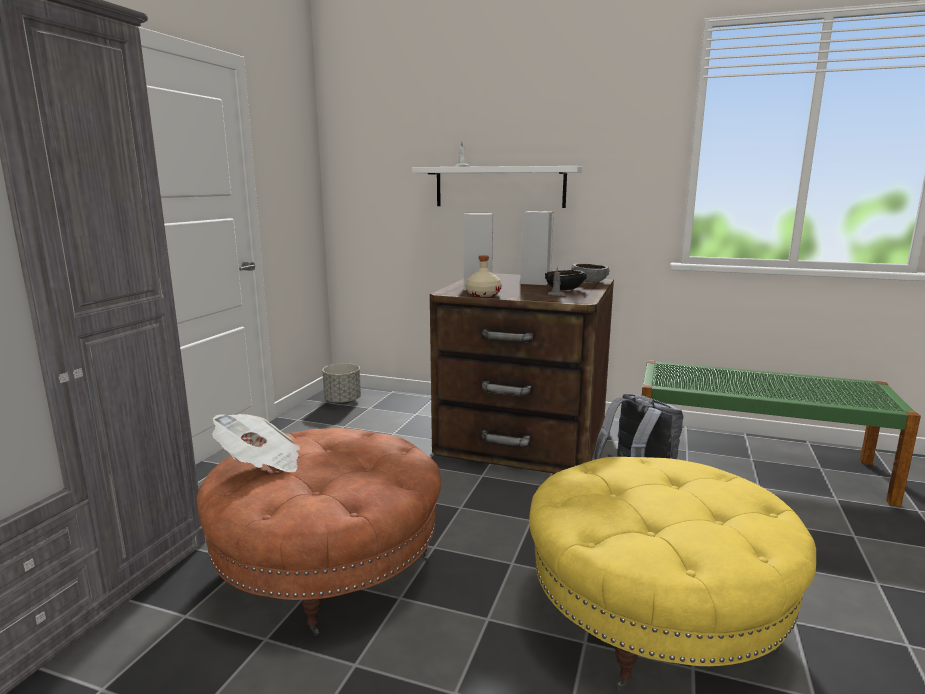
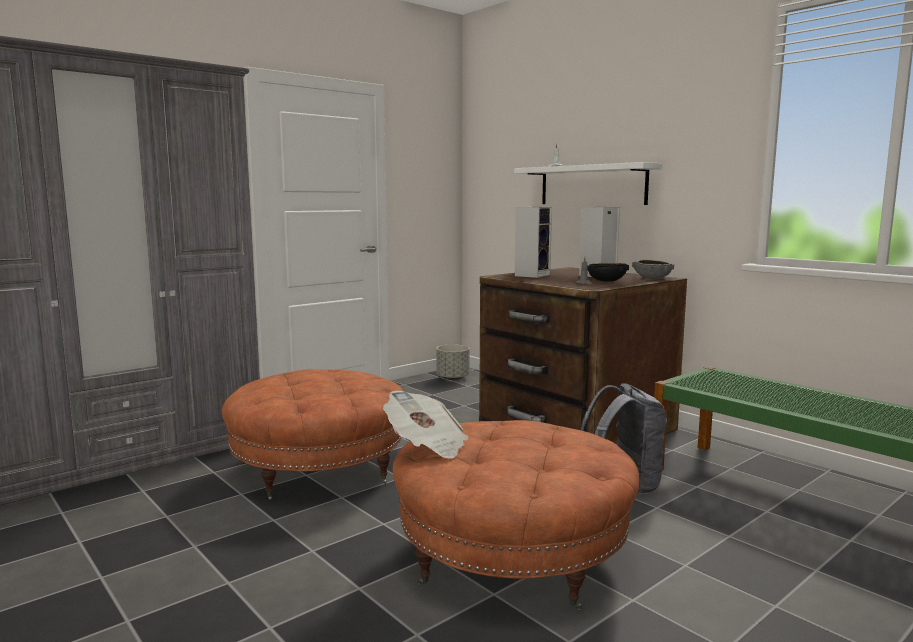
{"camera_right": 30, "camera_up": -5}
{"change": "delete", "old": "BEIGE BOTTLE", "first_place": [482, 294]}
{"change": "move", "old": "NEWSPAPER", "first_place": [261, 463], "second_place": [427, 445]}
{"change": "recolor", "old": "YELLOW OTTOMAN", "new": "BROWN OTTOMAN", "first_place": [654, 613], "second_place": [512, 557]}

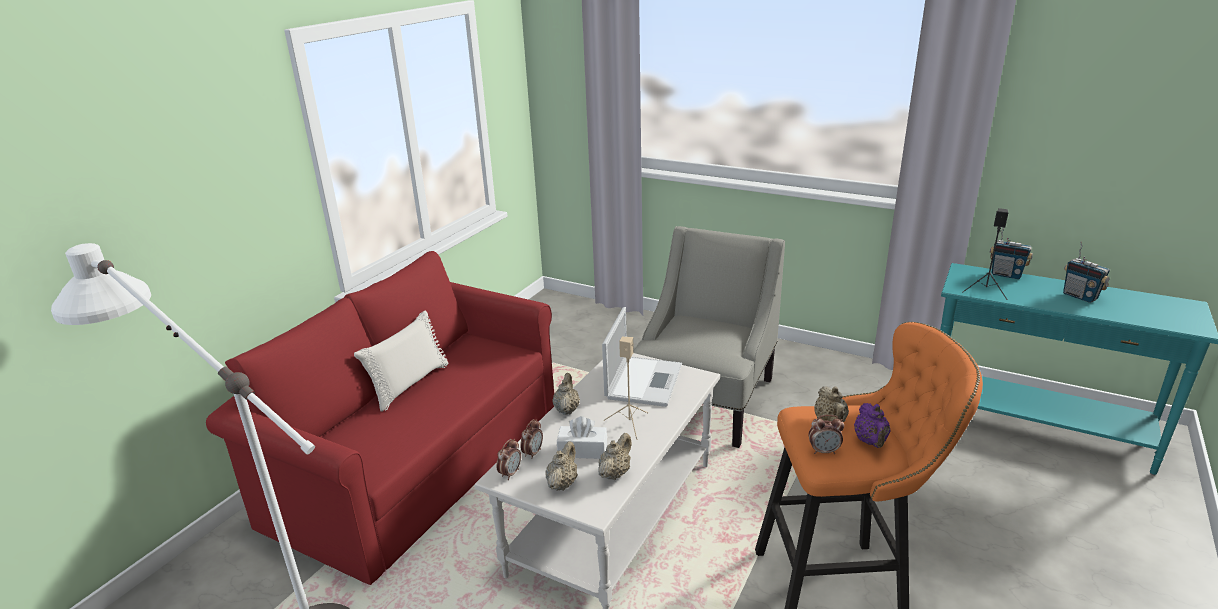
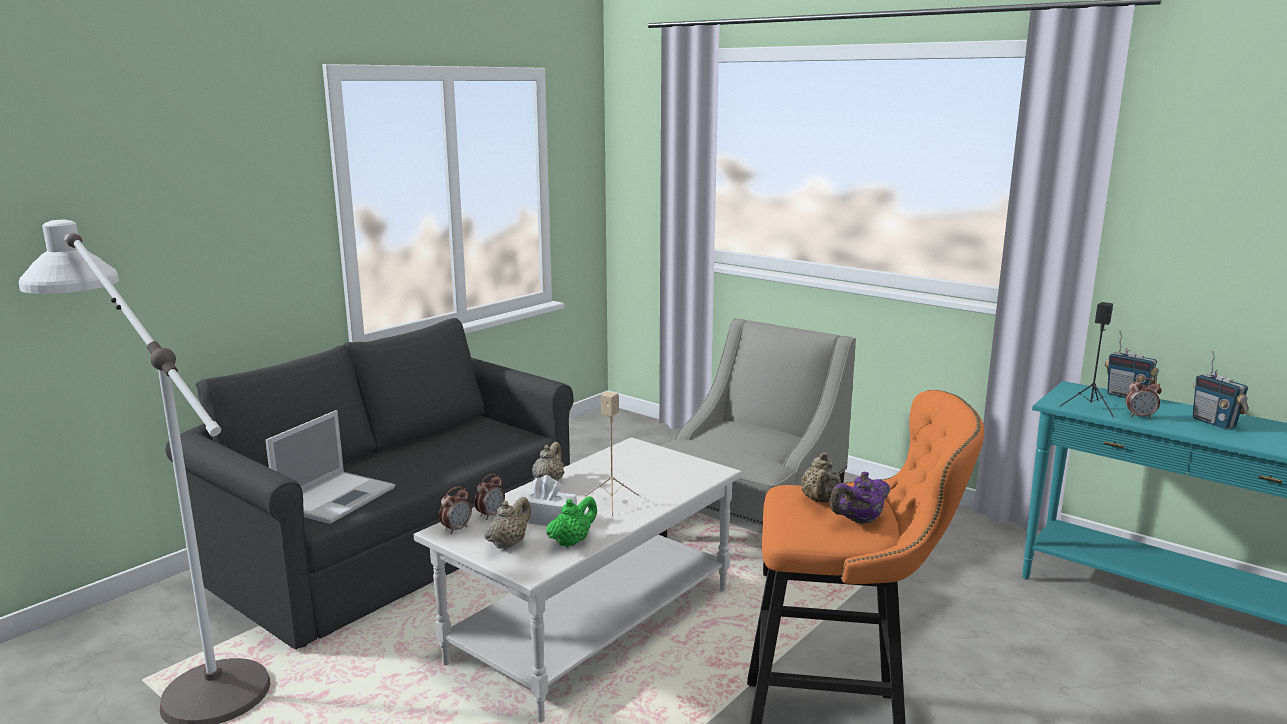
{"camera_right": 10, "camera_up": -10}
{"change": "recolor", "old": "RED SOFA", "new": "GREY SOFA", "first_place": [419, 464], "second_place": [398, 549]}
{"change": "move", "old": "LAPTOP", "first_place": [644, 380], "second_place": [337, 497]}
{"change": "delete", "old": "WHITE PILLOW", "first_place": [409, 384]}
{"change": "rotate", "old": "PURPLE TEAPOT", "first_place": [870, 442], "second_place": [859, 521], "degrees": 45}
{"change": "move", "old": "ALARM CLOCK", "first_place": [824, 451], "second_place": [1140, 416]}
{"change": "recolor", "old": "BEIGE TEAPOT", "new": "GREEN TEAPOT", "first_place": [615, 473], "second_place": [572, 542]}

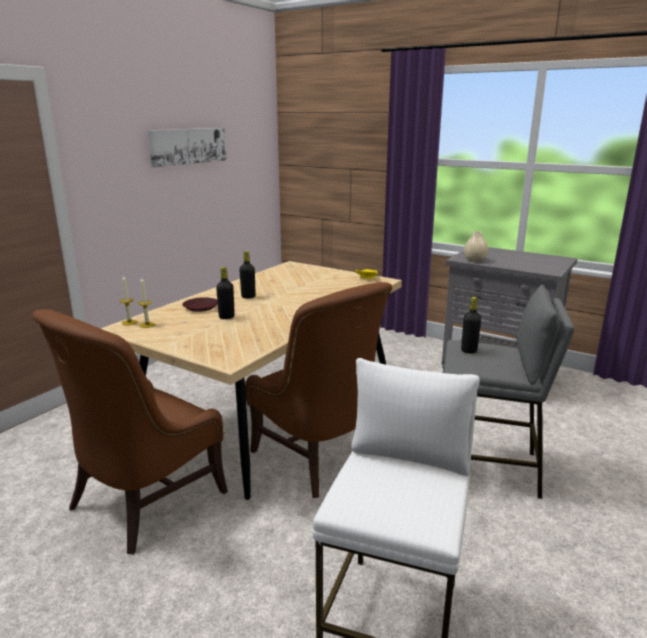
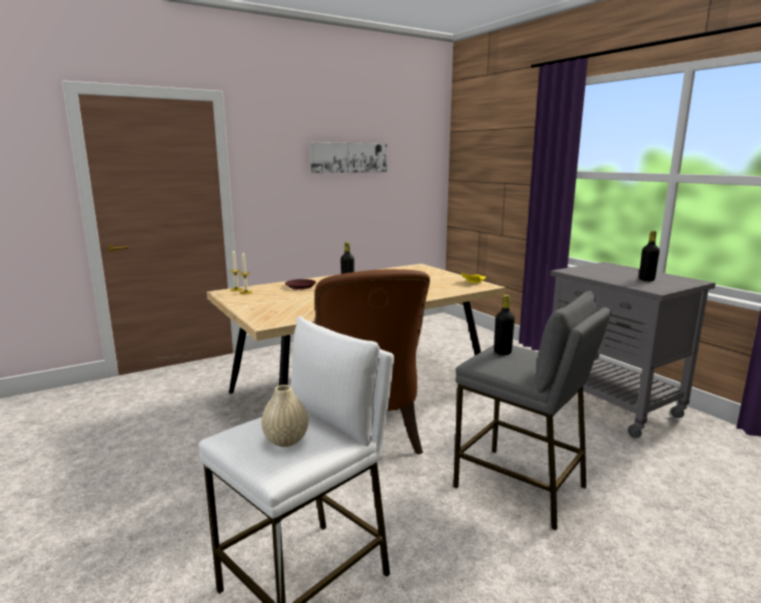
{"camera_right": 25, "camera_up": -5}
{"change": "move", "old": "BEIGE VASE", "first_place": [474, 260], "second_place": [286, 440]}
{"change": "move", "old": "BLACK BOTTLE", "first_place": [226, 317], "second_place": [646, 280]}
{"change": "delete", "old": "BROWN CHAIR", "first_place": [146, 500]}

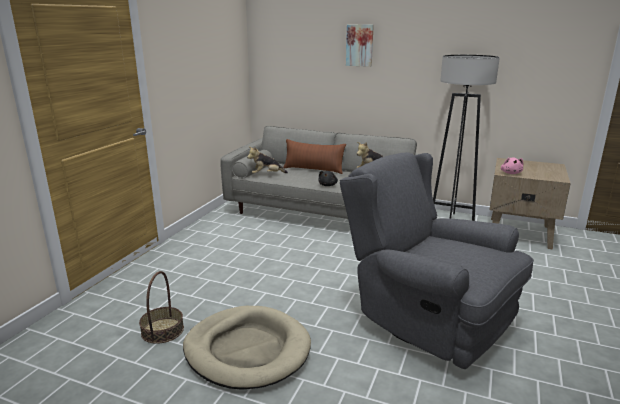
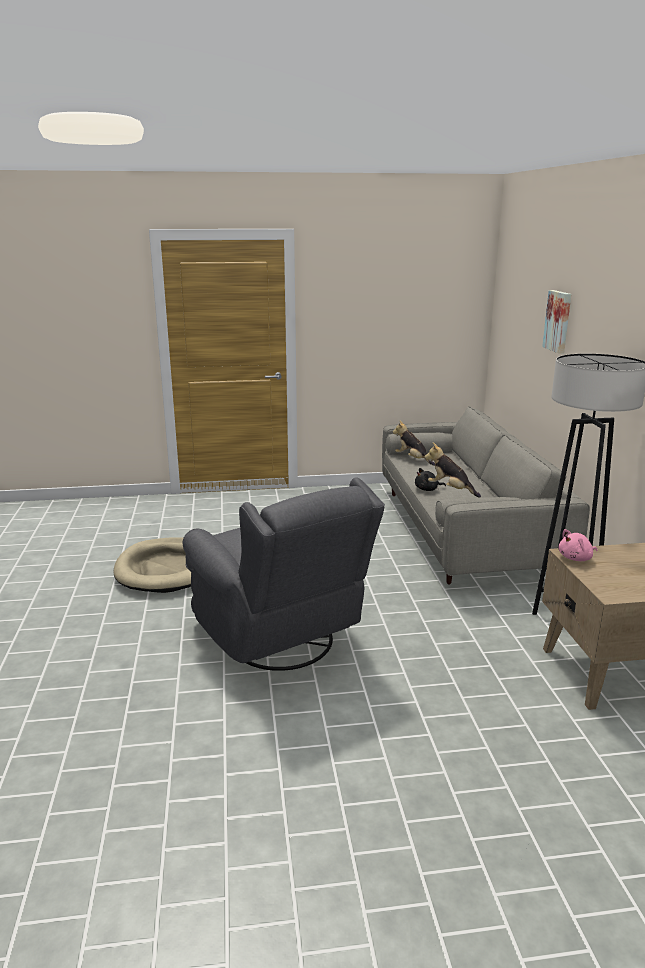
{"camera_right": 60, "camera_up": 0}
{"change": "delete", "old": "BROWN PILLOW", "first_place": [313, 169]}
{"change": "rotate", "old": "GREY ARMCHAIR", "first_place": [427, 321], "second_place": [280, 638], "degrees": 135}
{"change": "delete", "old": "BASKET", "first_place": [162, 330]}

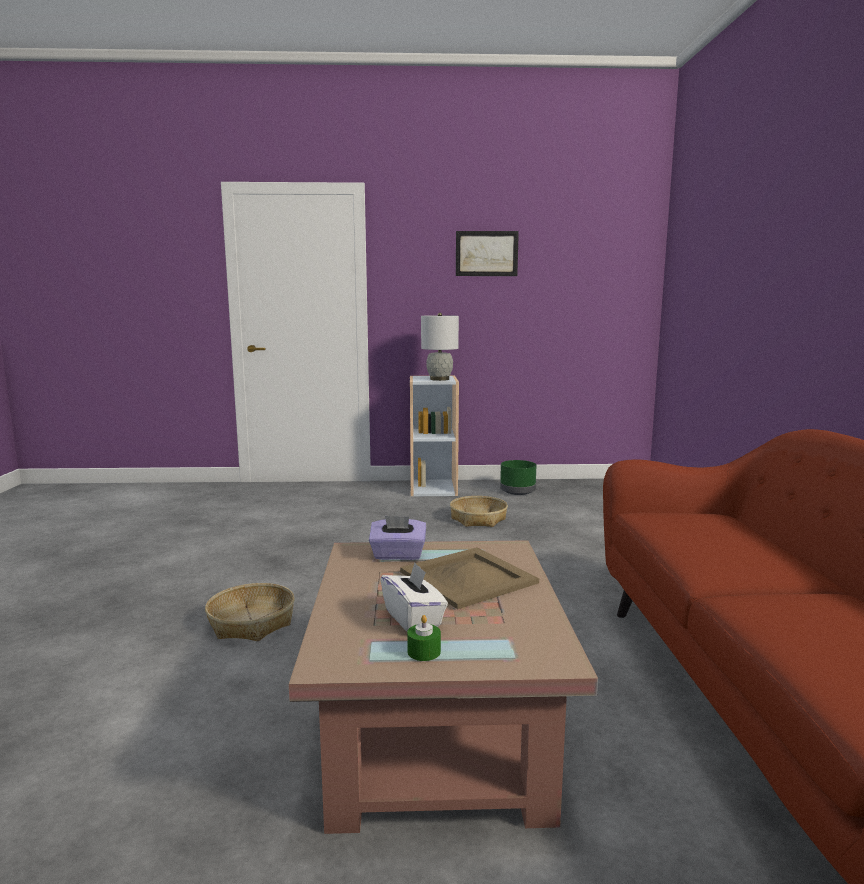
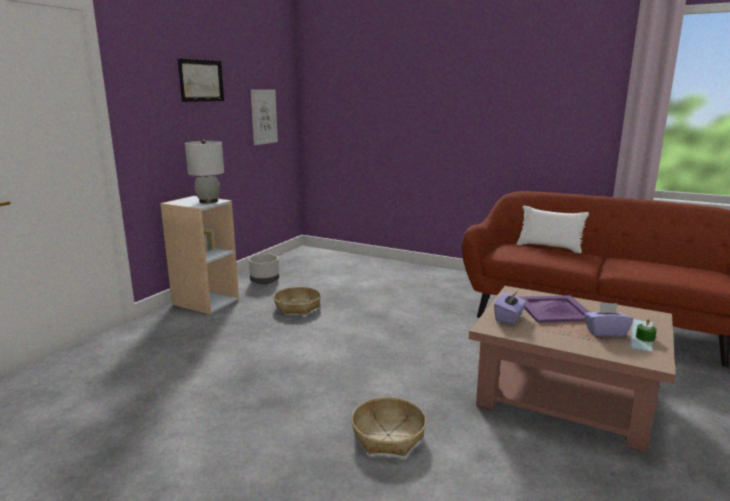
{"camera_right": -60, "camera_up": 5}
{"change": "recolor", "old": "GREEN PLANTER", "new": "GREY PLANTER", "first_place": [517, 492], "second_place": [264, 281]}
{"change": "recolor", "old": "BEIGE TRAY", "new": "PURPLE TRAY", "first_place": [468, 576], "second_place": [553, 309]}
{"change": "recolor", "old": "WHITE TISSUE BOX", "new": "PURPLE TISSUE BOX", "first_place": [413, 618], "second_place": [605, 332]}
{"change": "insert", "new": "PICTURE", "second_place": [264, 116]}
{"change": "insert", "new": "WHITE PILLOW", "second_place": [549, 247]}

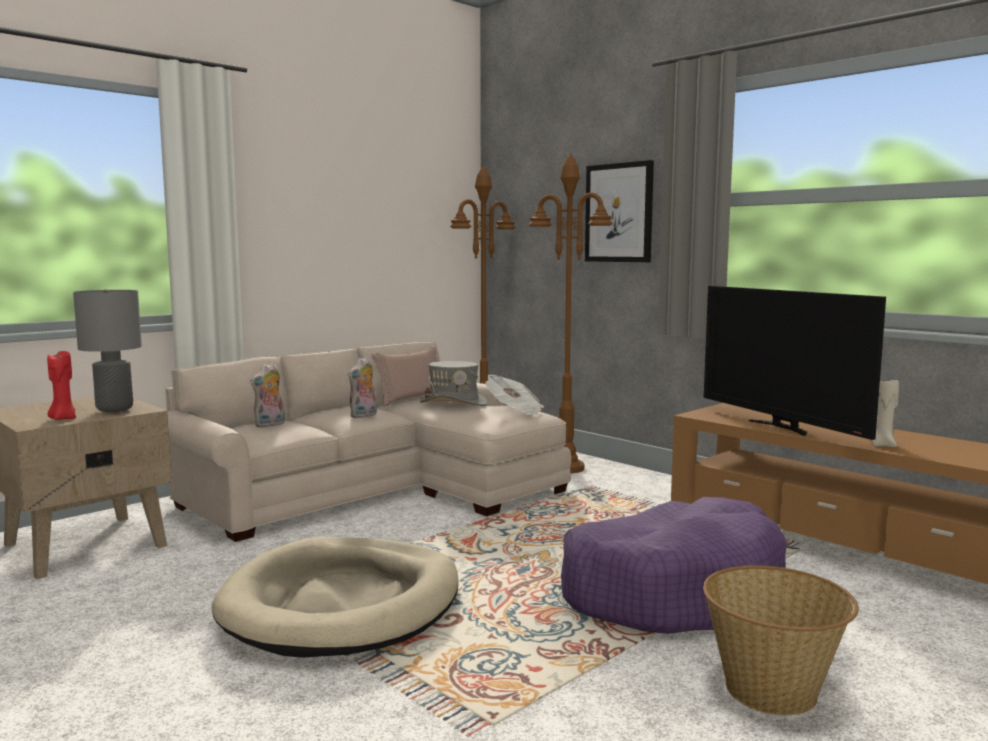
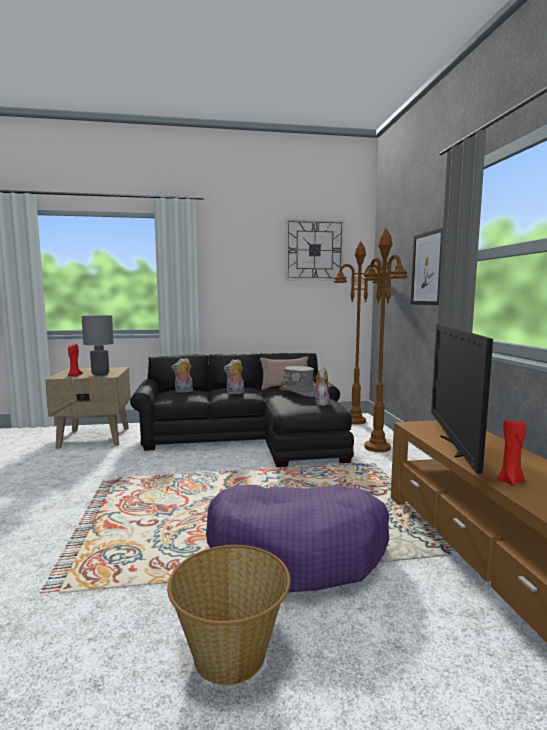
{"camera_right": 35, "camera_up": 0}
{"change": "recolor", "old": "BEIGE SOFA", "new": "BLACK SOFA", "first_place": [378, 489], "second_place": [250, 437]}
{"change": "replace", "old": "NEWSPAPER", "new": "PLUSH TOY", "first_place": [515, 411], "second_place": [320, 403]}
{"change": "recolor", "old": "BEIGE CANDLE", "new": "RED CANDLE", "first_place": [883, 445], "second_place": [510, 482]}
{"change": "delete", "old": "BEIGE DOG BED", "first_place": [343, 603]}
{"change": "insert", "new": "WALL CLOCK", "second_place": [314, 250]}

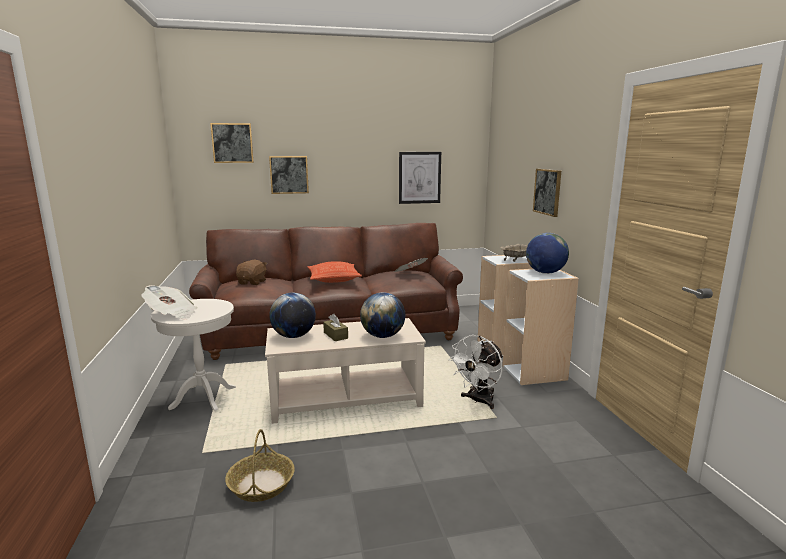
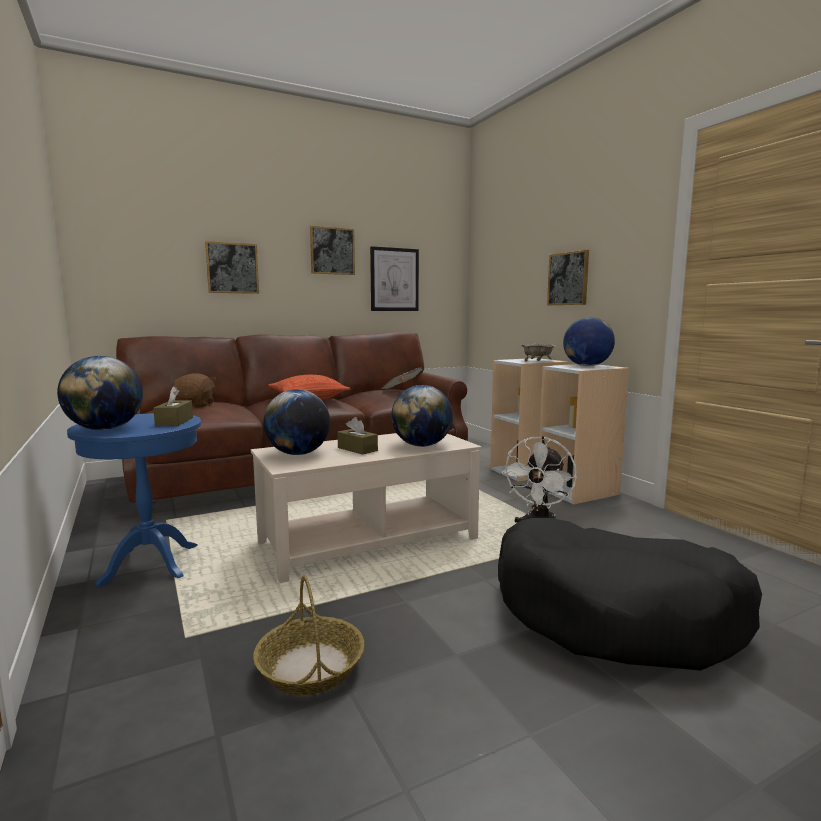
{"camera_right": -15, "camera_up": -5}
{"change": "move", "old": "PICTURE", "first_place": [232, 143], "second_place": [332, 251]}
{"change": "replace", "old": "NEWSPAPER", "new": "GLOBE", "first_place": [172, 314], "second_place": [105, 429]}
{"change": "recolor", "old": "WHITE SIDE TABLE", "new": "BLUE SIDE TABLE", "first_place": [203, 398], "second_place": [150, 564]}
{"change": "insert", "new": "BROWN TISSUE BOX", "second_place": [174, 422]}
{"change": "insert", "new": "BLACK DOG BED", "second_place": [614, 614]}

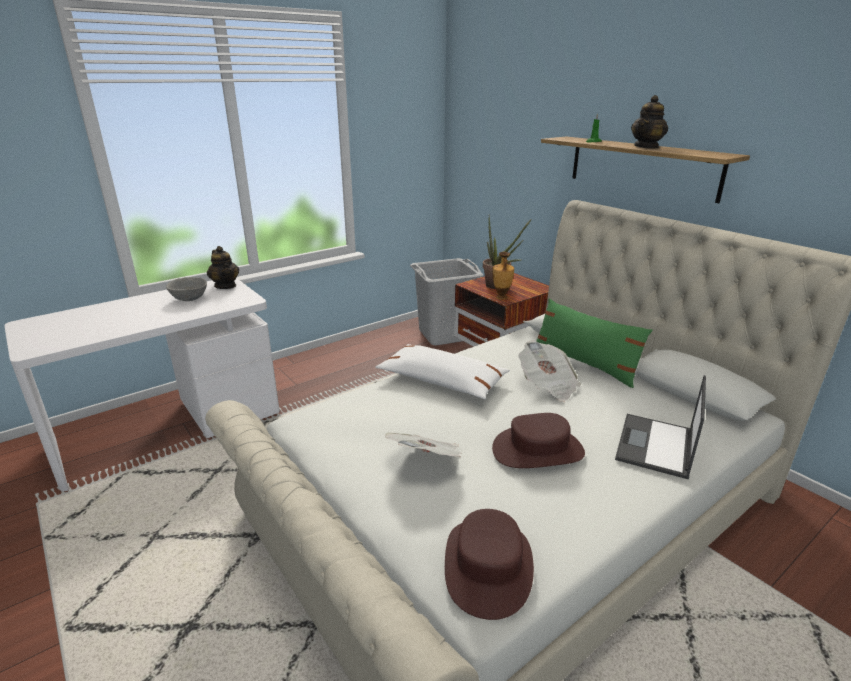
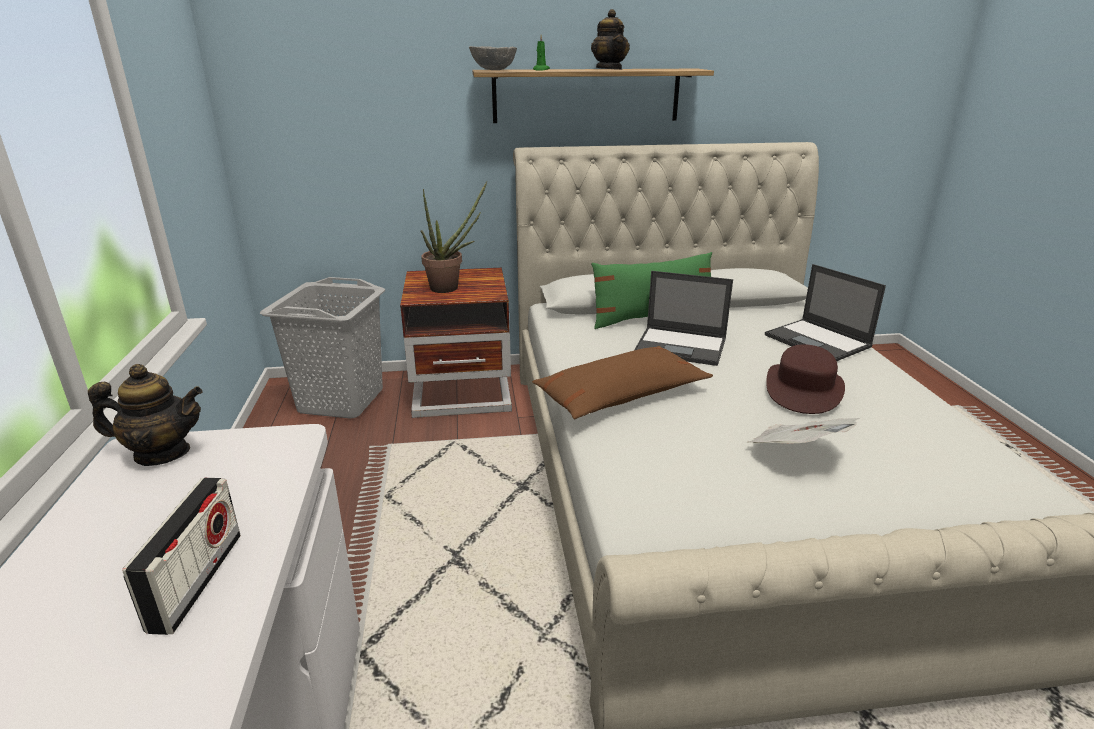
{"camera_right": -60, "camera_up": 0}
{"change": "delete", "old": "VASE", "first_place": [501, 297]}
{"change": "move", "old": "GREY BOWL", "first_place": [189, 299], "second_place": [493, 70]}
{"change": "replace", "old": "NEWSPAPER", "new": "LAPTOP", "first_place": [548, 385], "second_place": [682, 346]}
{"change": "recolor", "old": "WHITE PILLOW", "new": "BROWN PILLOW", "first_place": [442, 381], "second_place": [620, 396]}
{"change": "delete", "old": "BROWN HAT", "first_place": [488, 566]}
{"change": "insert", "new": "RADIO", "second_place": [197, 581]}

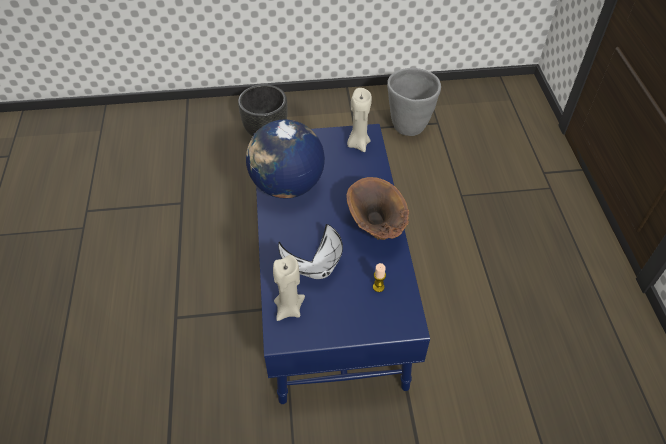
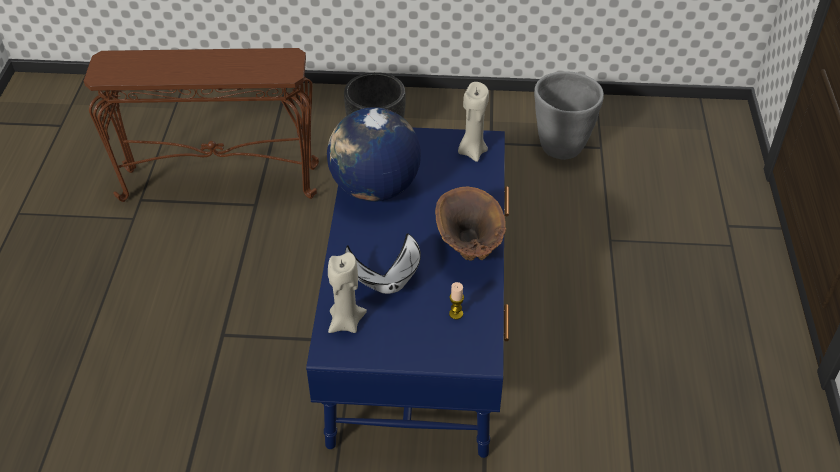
{"camera_right": 10, "camera_up": -5}
{"change": "insert", "new": "BROWN SIDE TABLE", "second_place": [219, 184]}

